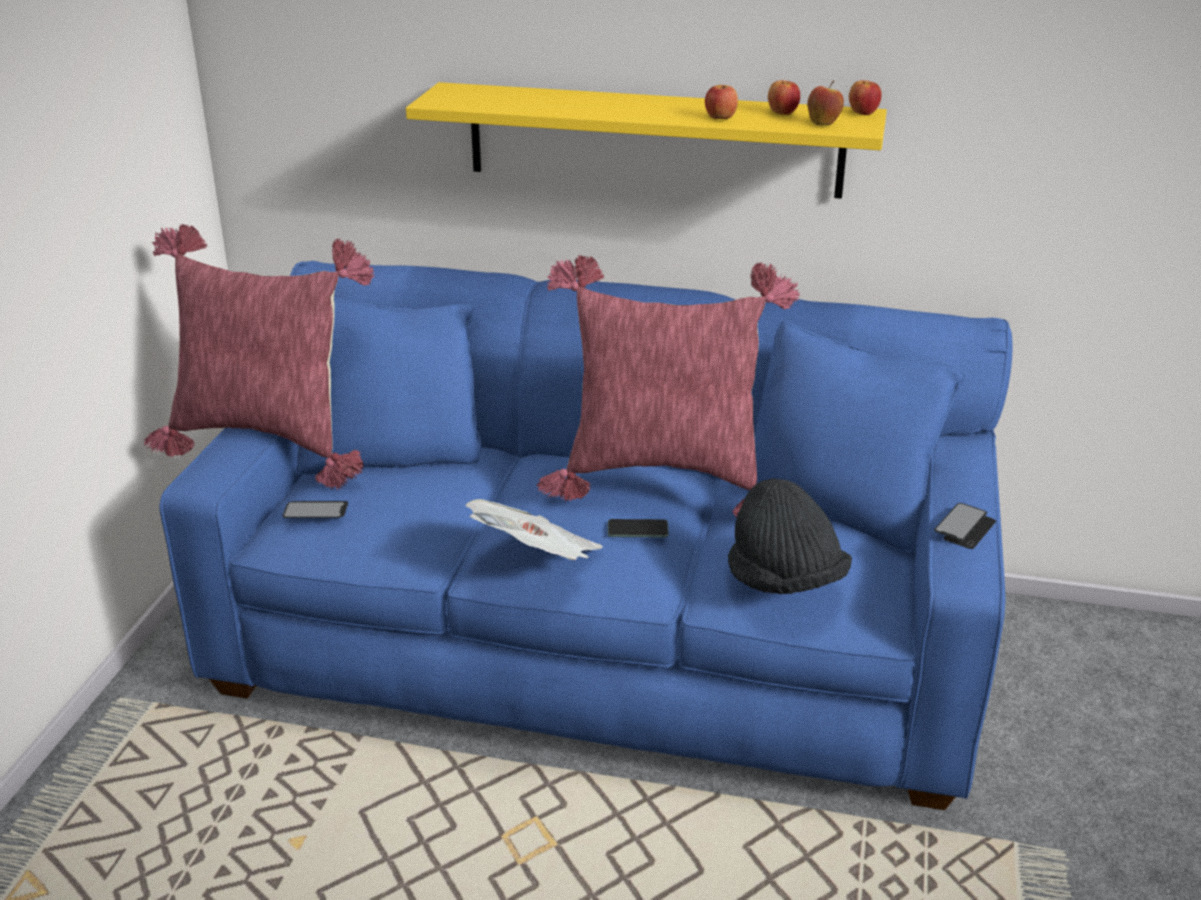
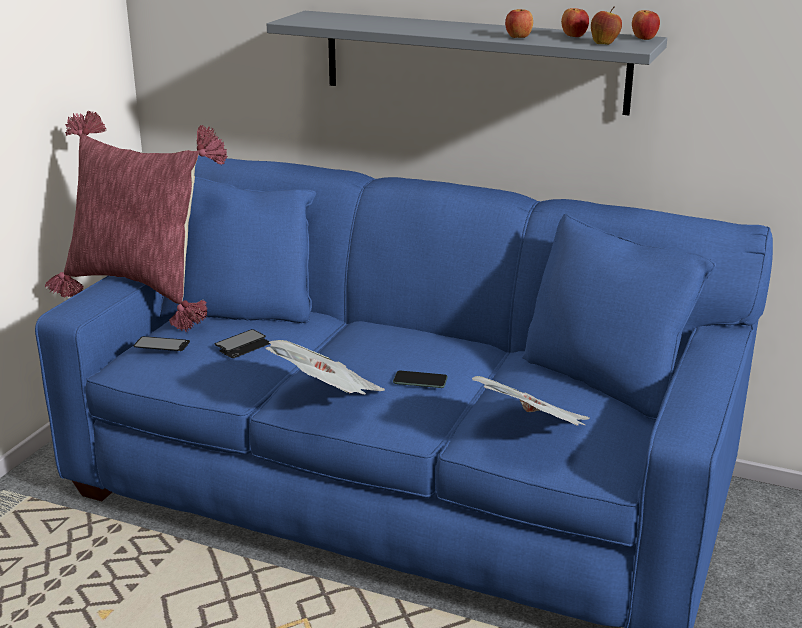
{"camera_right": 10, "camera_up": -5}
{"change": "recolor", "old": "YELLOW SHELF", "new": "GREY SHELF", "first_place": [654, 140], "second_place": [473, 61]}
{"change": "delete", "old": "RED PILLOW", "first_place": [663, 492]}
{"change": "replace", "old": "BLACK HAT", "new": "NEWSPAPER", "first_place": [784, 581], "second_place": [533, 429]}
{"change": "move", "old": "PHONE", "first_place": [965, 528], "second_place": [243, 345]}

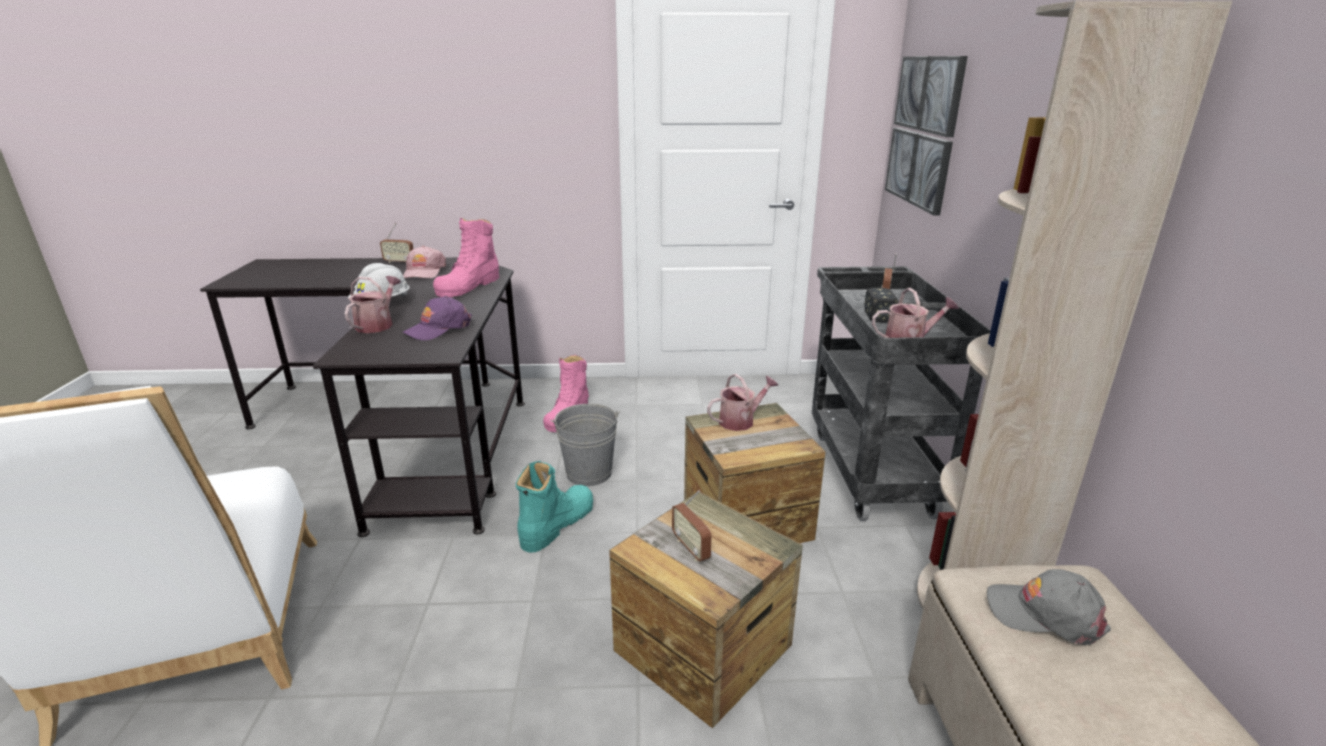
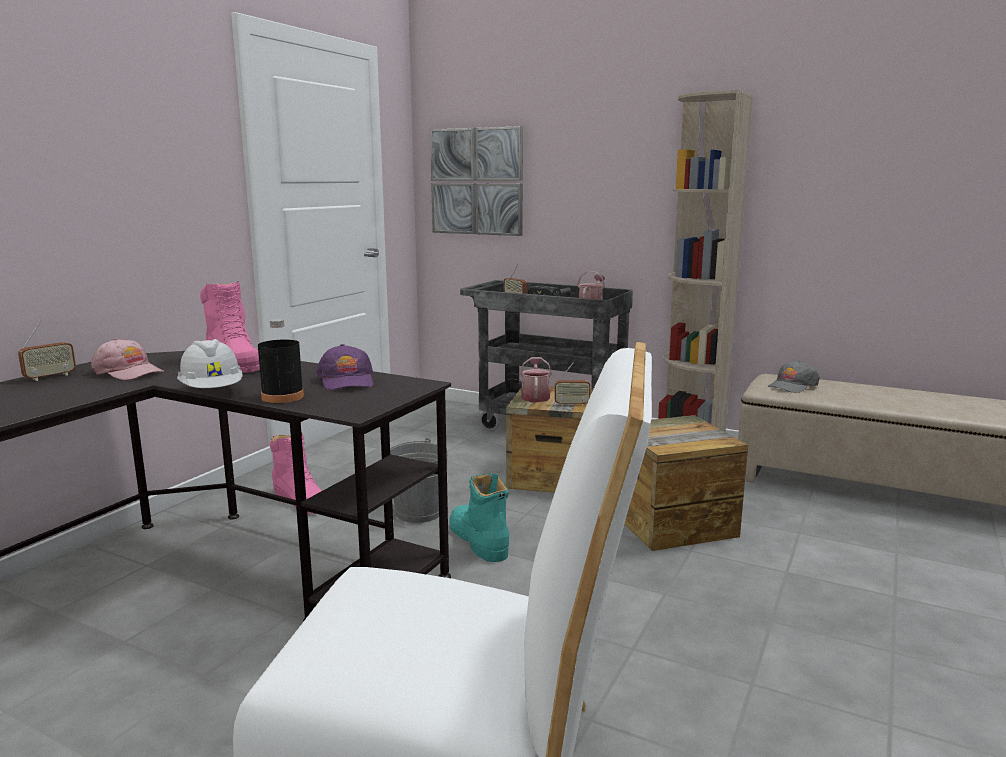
{"camera_right": -60, "camera_up": -10}
{"change": "replace", "old": "WATERING CAN", "new": "BLACK BOTTLE", "first_place": [377, 324], "second_place": [282, 397]}
{"change": "move", "old": "RADIO", "first_place": [691, 548], "second_place": [572, 404]}

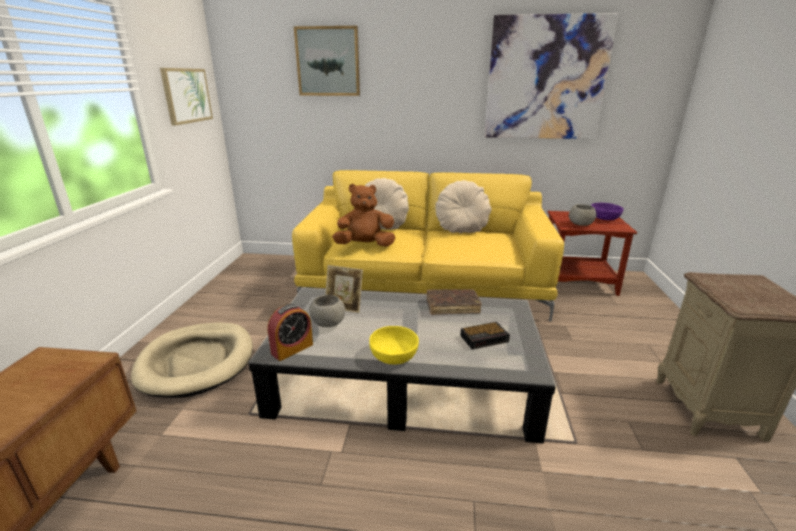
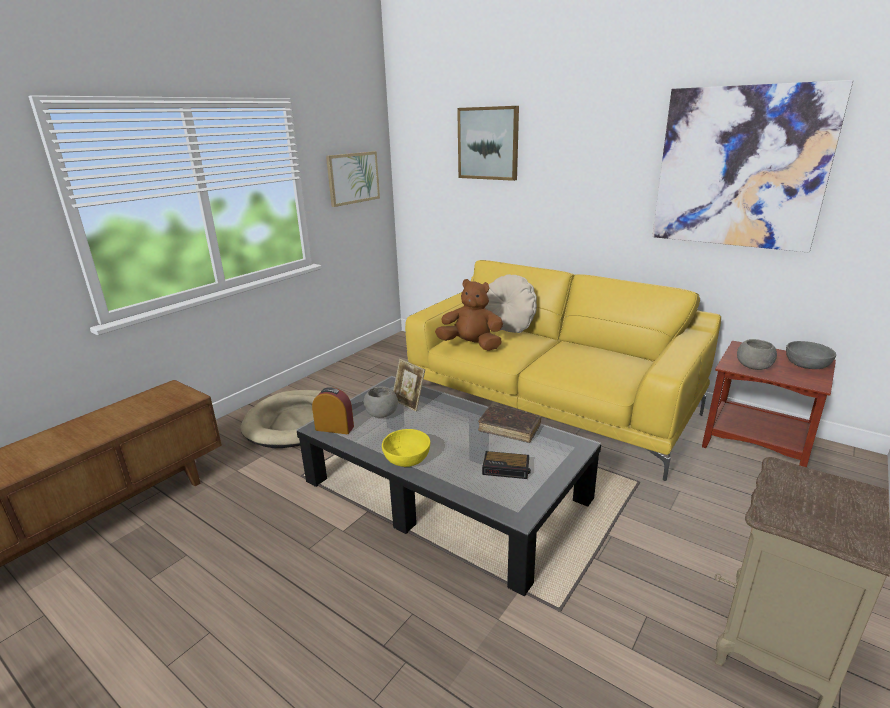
{"camera_right": 30, "camera_up": 0}
{"change": "delete", "old": "BEIGE PILLOW", "first_place": [461, 231]}
{"change": "recolor", "old": "PURPLE BOWL", "new": "GREY BOWL", "first_place": [605, 218], "second_place": [807, 364]}
{"change": "rotate", "old": "ALARM CLOCK", "first_place": [292, 349], "second_place": [334, 428], "degrees": -150}

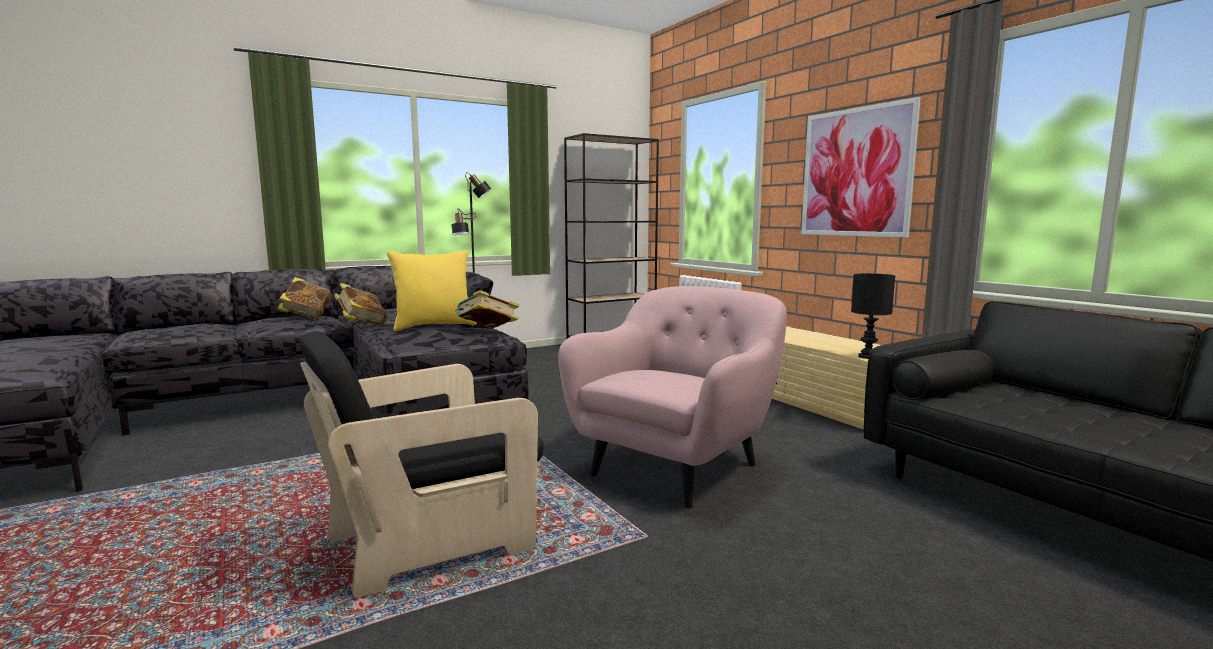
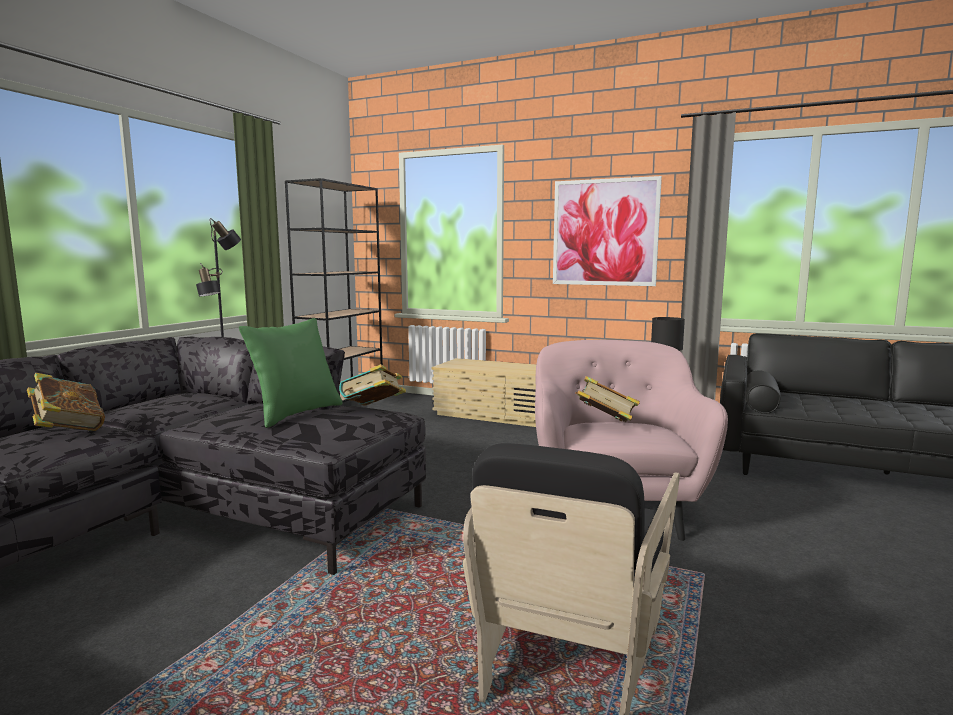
{"camera_right": -35, "camera_up": 0}
{"change": "recolor", "old": "YELLOW PILLOW", "new": "GREEN PILLOW", "first_place": [434, 326], "second_place": [296, 414]}
{"change": "move", "old": "BOOK", "first_place": [361, 324], "second_place": [605, 424]}

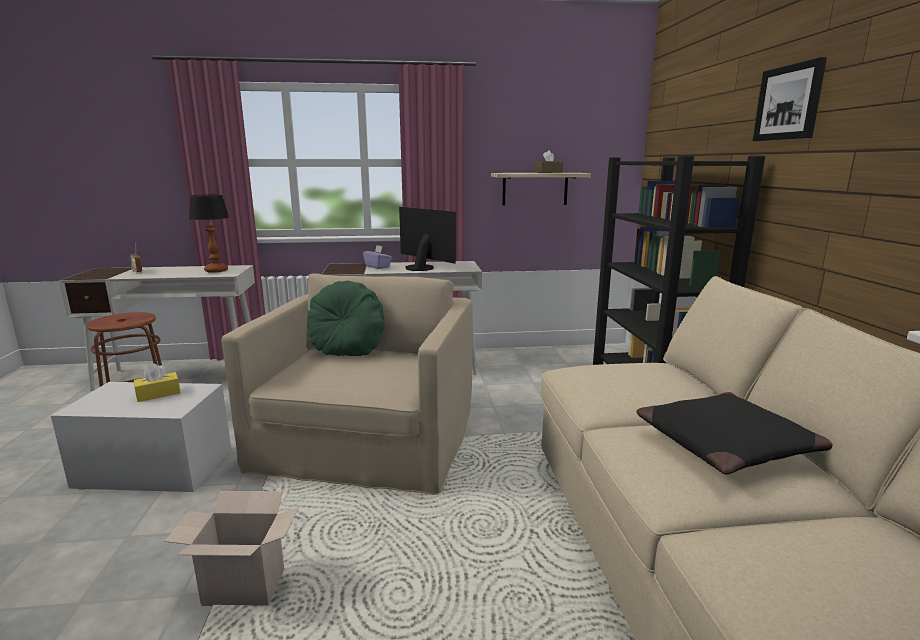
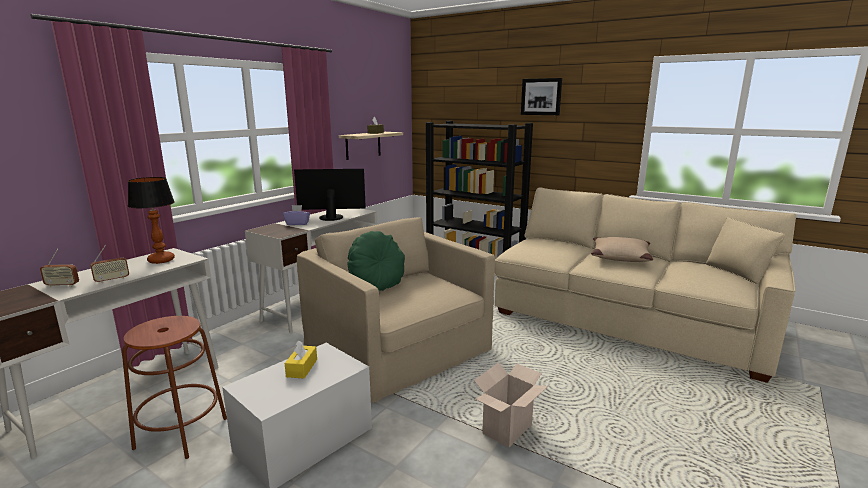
{"camera_right": -50, "camera_up": 0}
{"change": "recolor", "old": "BLACK PILLOW", "new": "BEIGE PILLOW", "first_place": [724, 445], "second_place": [619, 257]}
{"change": "insert", "new": "RADIO", "second_place": [112, 280]}

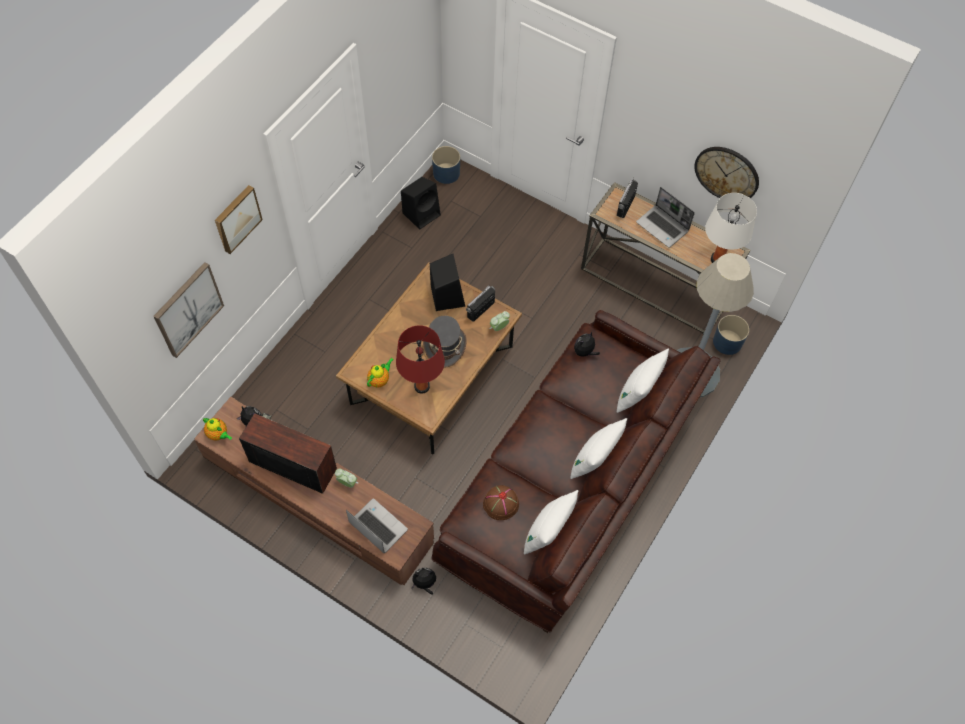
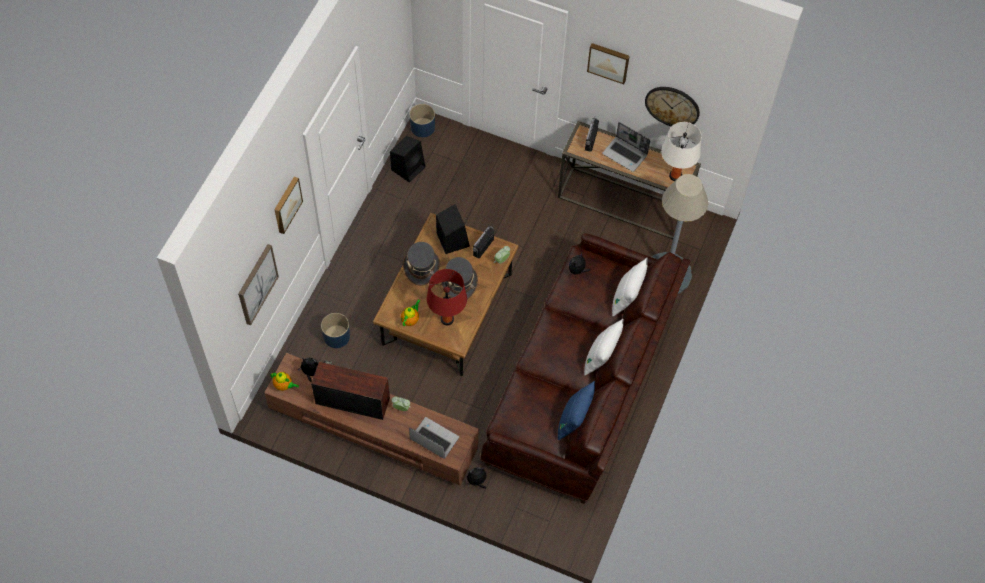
{"camera_right": -10, "camera_up": 0}
{"change": "move", "old": "BLUE PLANTER", "first_place": [727, 342], "second_place": [336, 336]}
{"change": "delete", "old": "BROWN HAT", "first_place": [500, 504]}
{"change": "recolor", "old": "WHITE PILLOW", "new": "BLUE PILLOW", "first_place": [548, 533], "second_place": [574, 421]}
{"change": "insert", "new": "PICTURE", "second_place": [608, 62]}
{"change": "insert", "new": "GREY HAT", "second_place": [421, 267]}

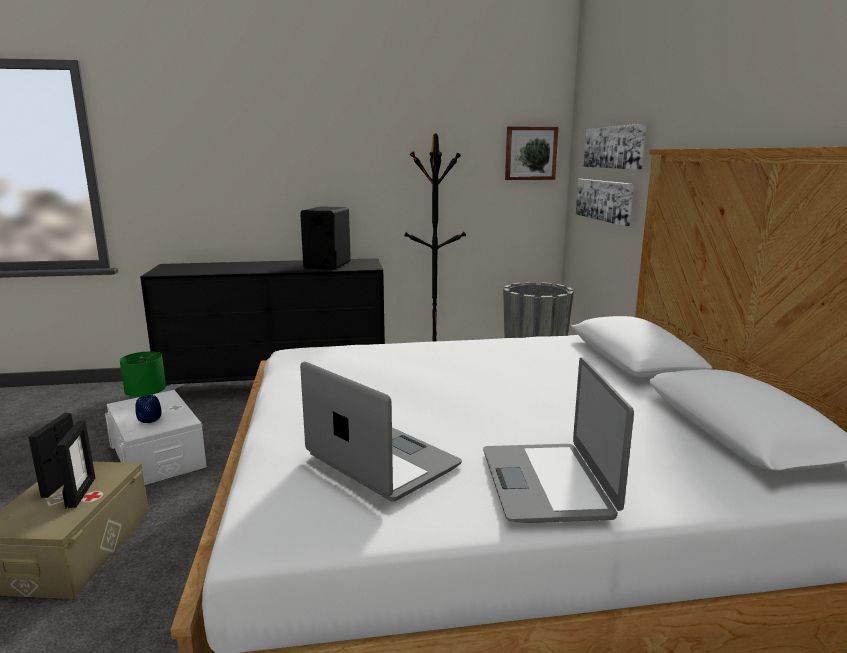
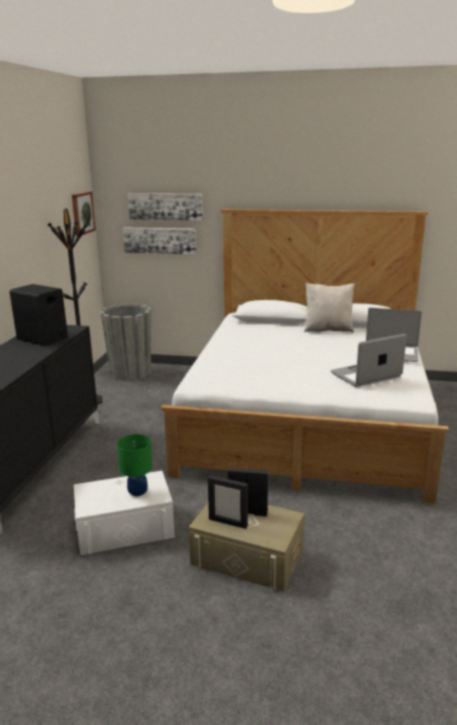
{"camera_right": -70, "camera_up": 5}
{"change": "insert", "new": "BEIGE PILLOW", "second_place": [328, 329]}

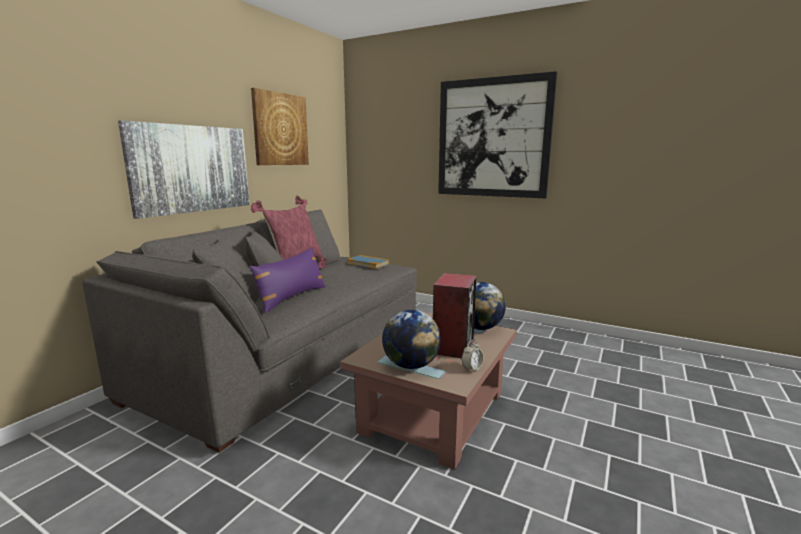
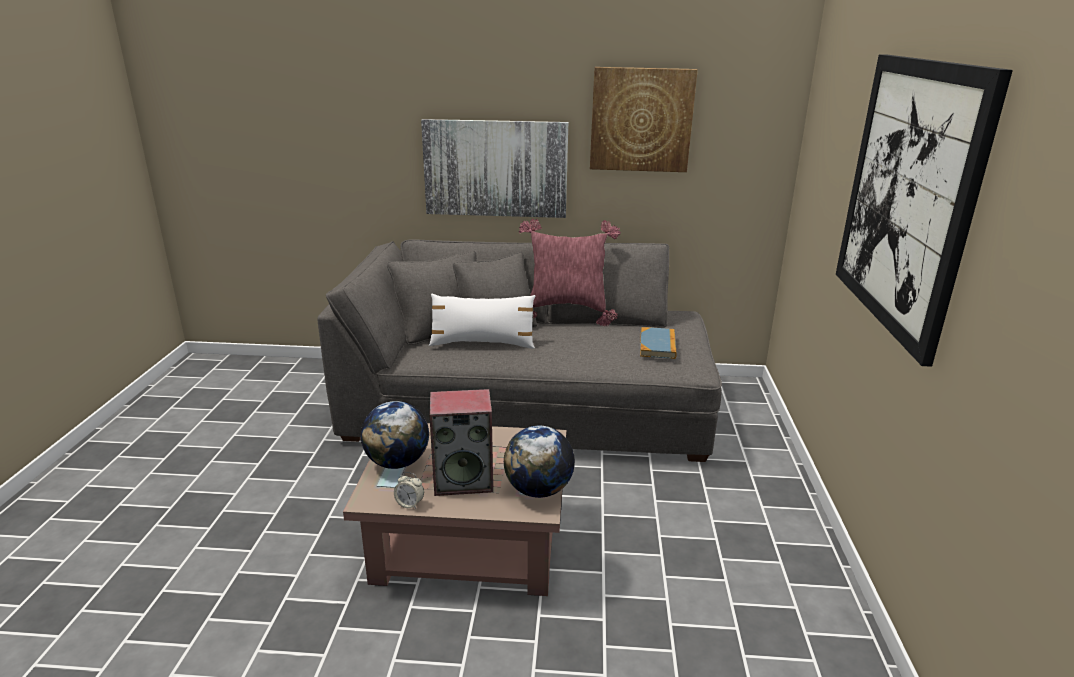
{"camera_right": 65, "camera_up": 10}
{"change": "recolor", "old": "PURPLE PILLOW", "new": "WHITE PILLOW", "first_place": [292, 297], "second_place": [482, 343]}

